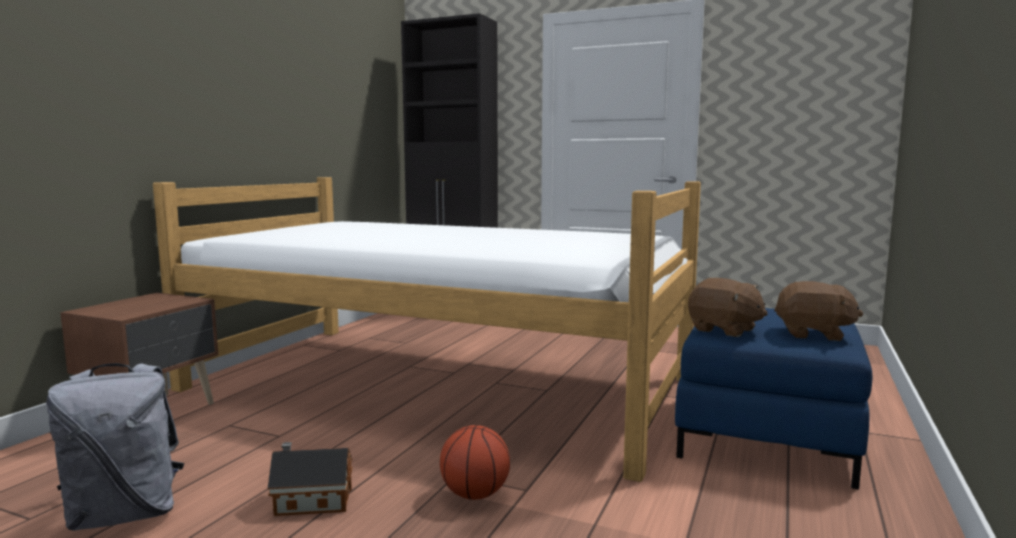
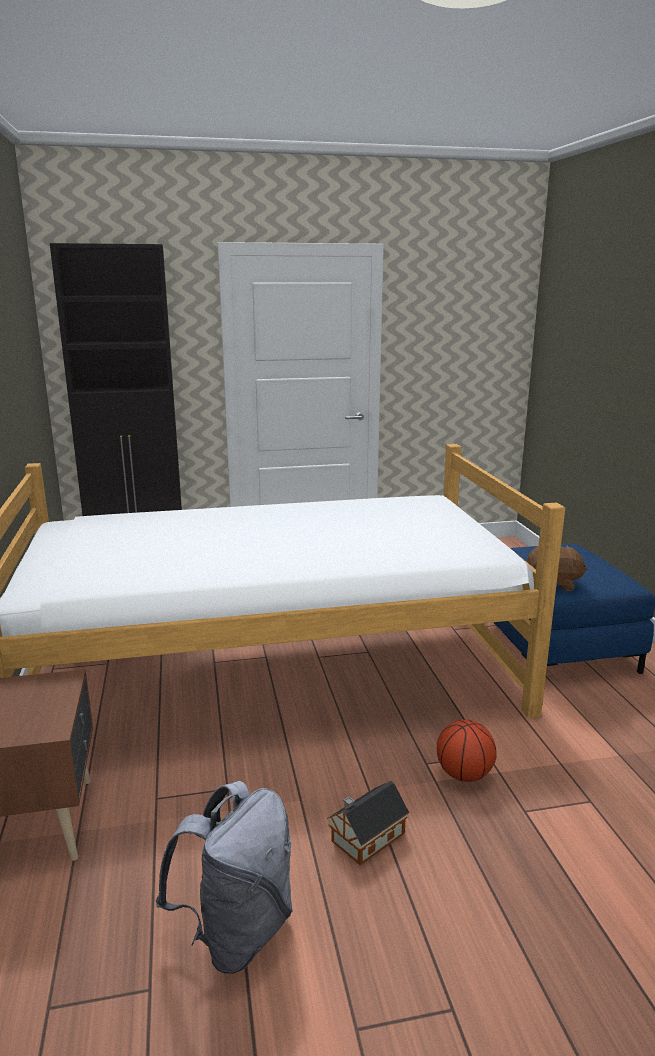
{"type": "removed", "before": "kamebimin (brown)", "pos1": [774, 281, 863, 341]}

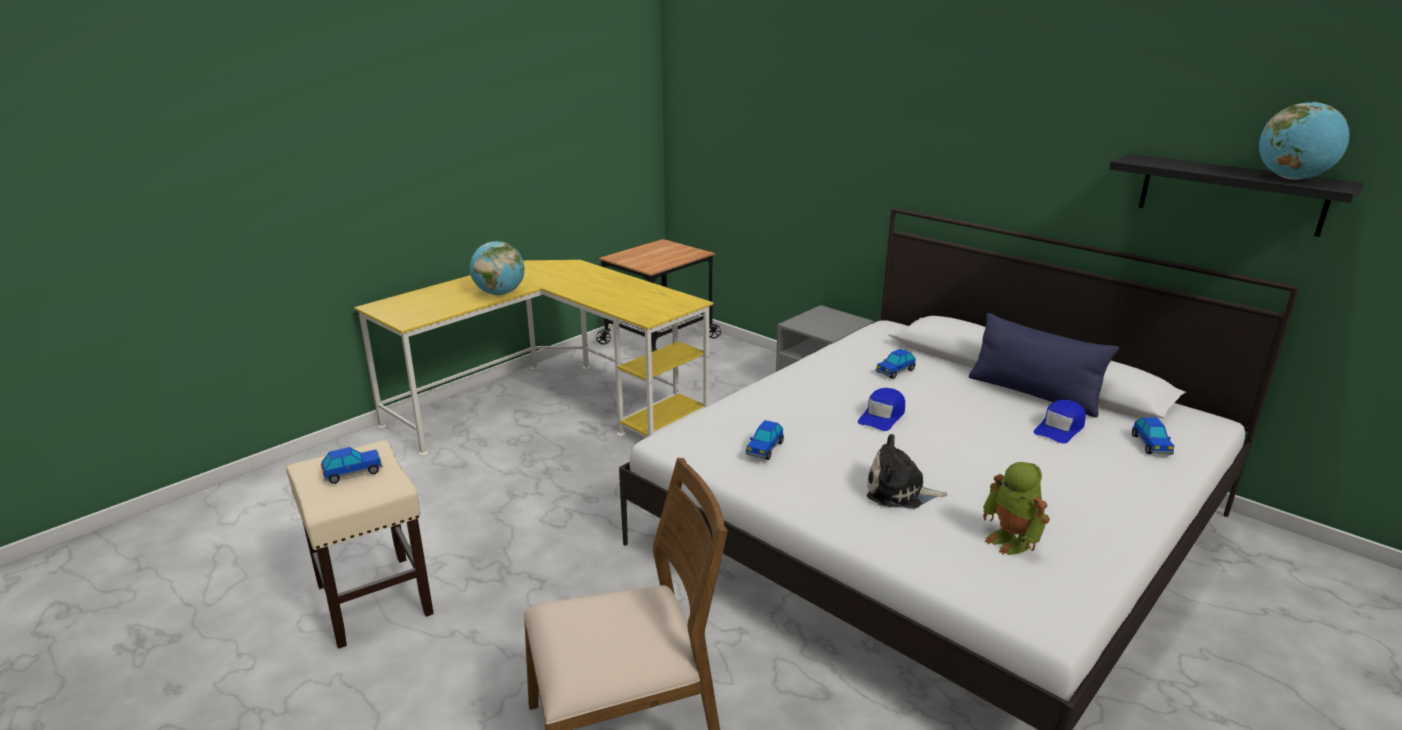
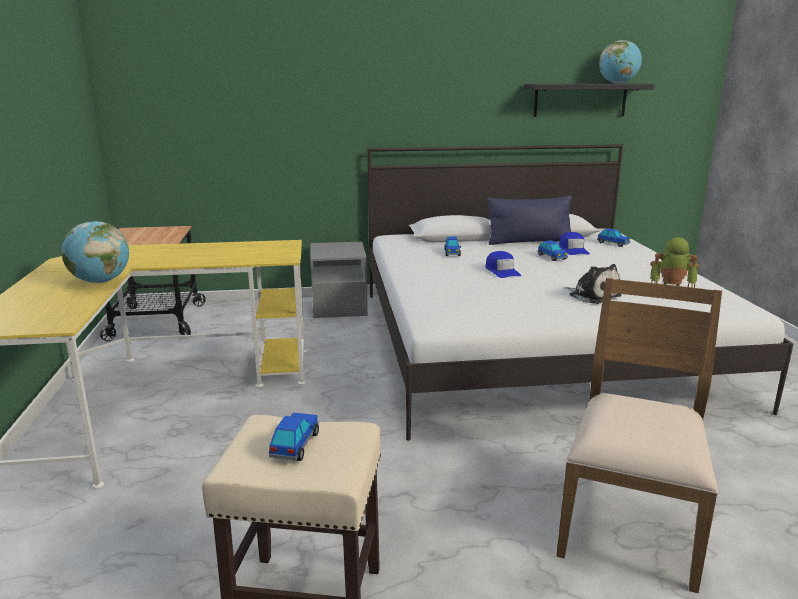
{"type": "moved", "before": "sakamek", "pos1": [746, 420, 784, 460], "pos2": [538, 240, 568, 261]}
{"type": "turned", "before": "kamebimin", "pos1": [867, 434, 948, 509], "pos2": [564, 264, 621, 304], "turn": -90}

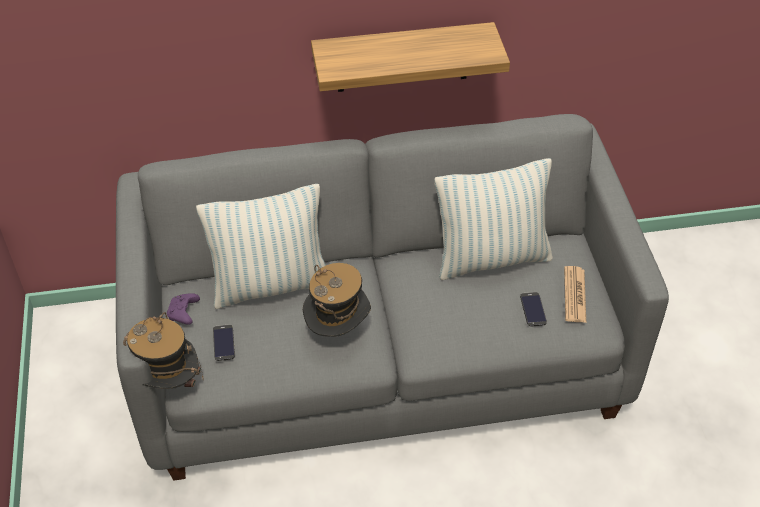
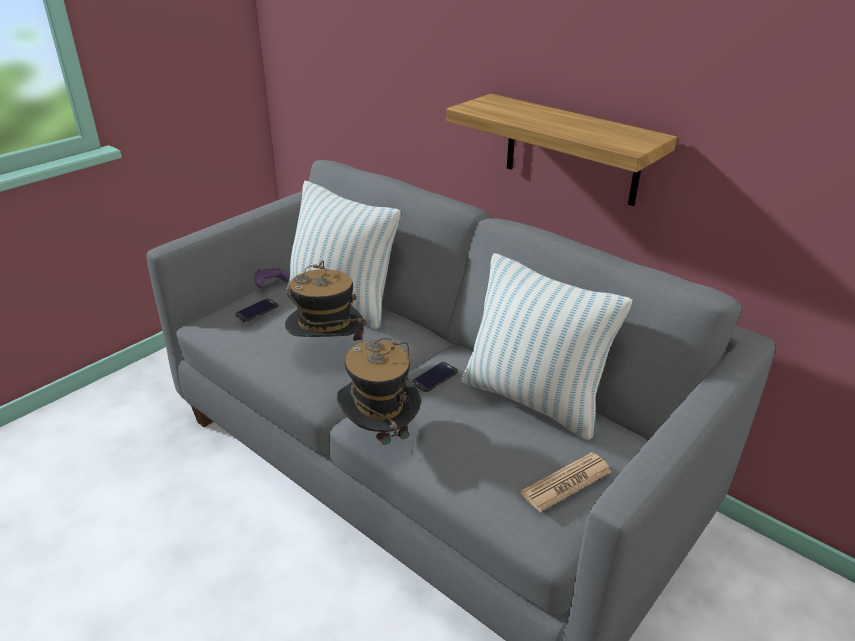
{"type": "moved", "before": "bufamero", "pos1": [123, 312, 204, 389], "pos2": [337, 338, 421, 456]}
{"type": "moved", "before": "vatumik", "pos1": [520, 292, 547, 326], "pos2": [412, 362, 458, 392]}

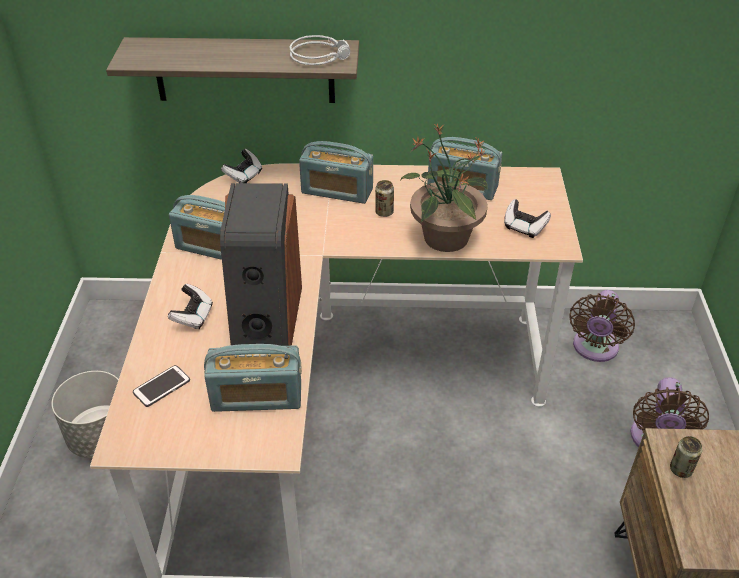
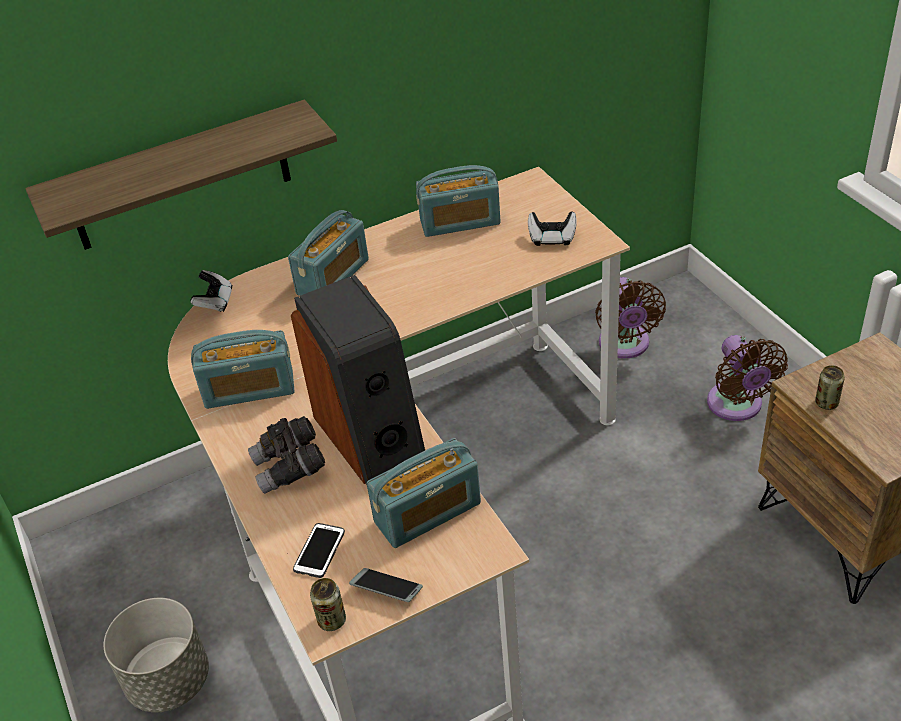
{"type": "removed", "before": "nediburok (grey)", "pos1": [289, 35, 350, 65]}
{"type": "removed", "before": "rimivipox", "pos1": [401, 123, 488, 252]}
{"type": "added", "after": "vatumik", "pos2": [349, 568, 423, 602]}
{"type": "moved", "before": "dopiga", "pos1": [375, 180, 394, 217], "pos2": [310, 578, 346, 631]}
{"type": "replaced", "before": "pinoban", "after": "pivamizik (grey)", "pos1": [168, 284, 213, 329], "pos2": [248, 416, 325, 494]}
{"type": "turned", "before": "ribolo", "pos1": [299, 141, 373, 204], "pos2": [288, 210, 369, 296], "turn": -45}

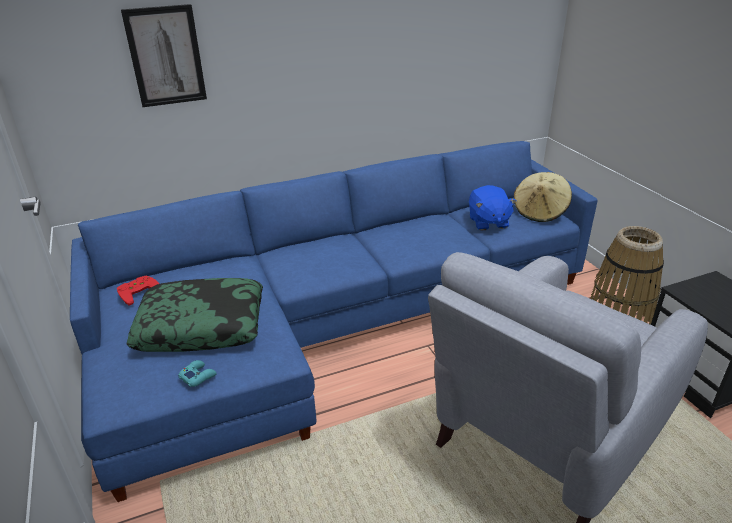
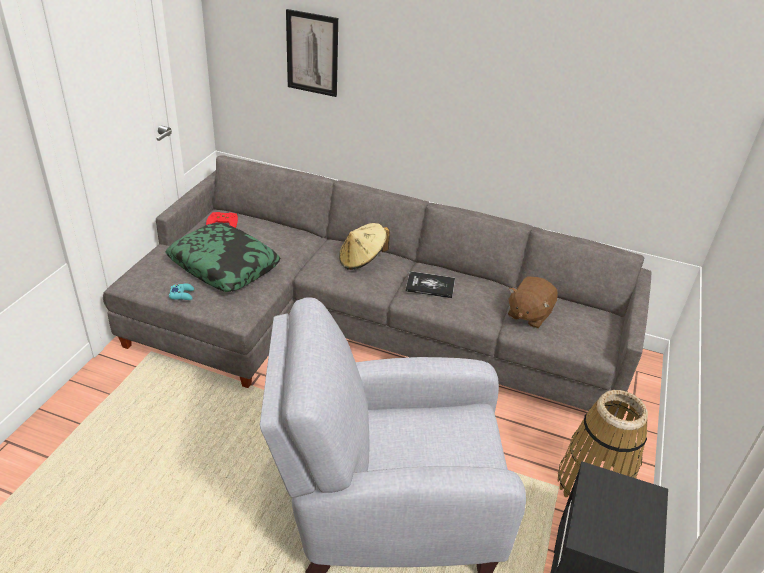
{"type": "added", "after": "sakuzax", "pos2": [406, 271, 455, 298]}
{"type": "moved", "before": "bufamero (beige)", "pos1": [514, 172, 572, 222], "pos2": [339, 223, 390, 270]}
{"type": "recoloured", "before": "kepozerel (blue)", "after": "kepozerel (grey)", "pos1": [70, 141, 598, 502], "pos2": [103, 155, 651, 417]}
{"type": "recoloured", "before": "kamebimin (blue)", "after": "kamebimin (brown)", "pos1": [469, 185, 516, 230], "pos2": [508, 276, 558, 328]}

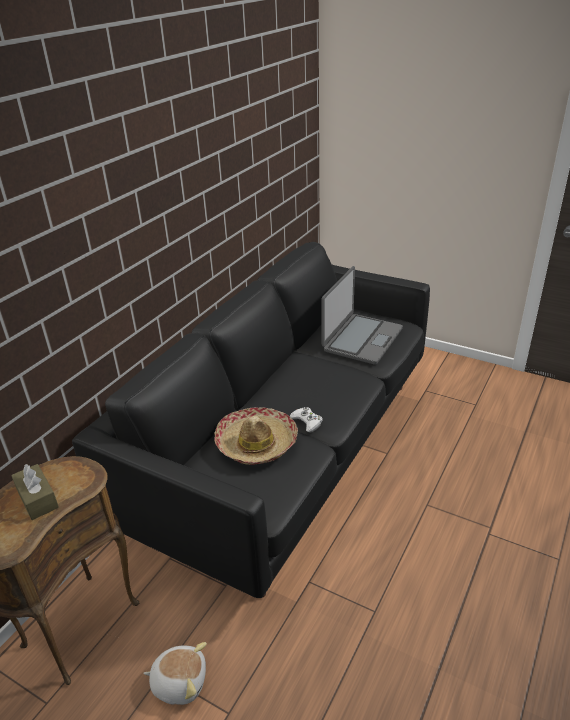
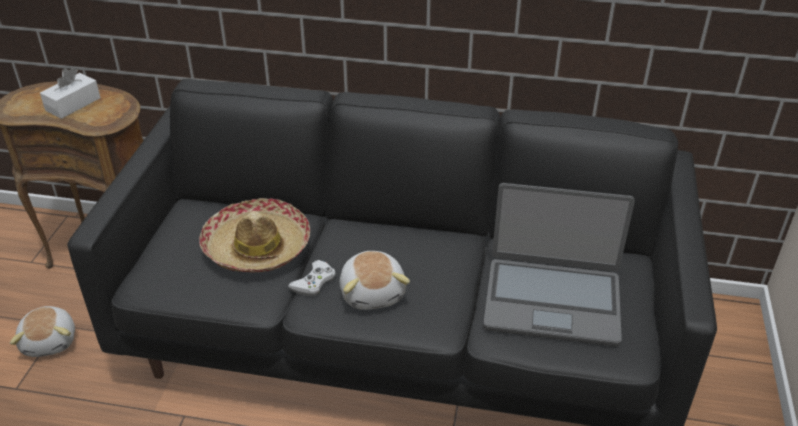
{"type": "added", "after": "kamebimin", "pos2": [340, 251, 410, 310]}
{"type": "recoloured", "before": "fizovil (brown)", "after": "fizovil (white)", "pos1": [11, 464, 59, 520], "pos2": [40, 68, 101, 119]}

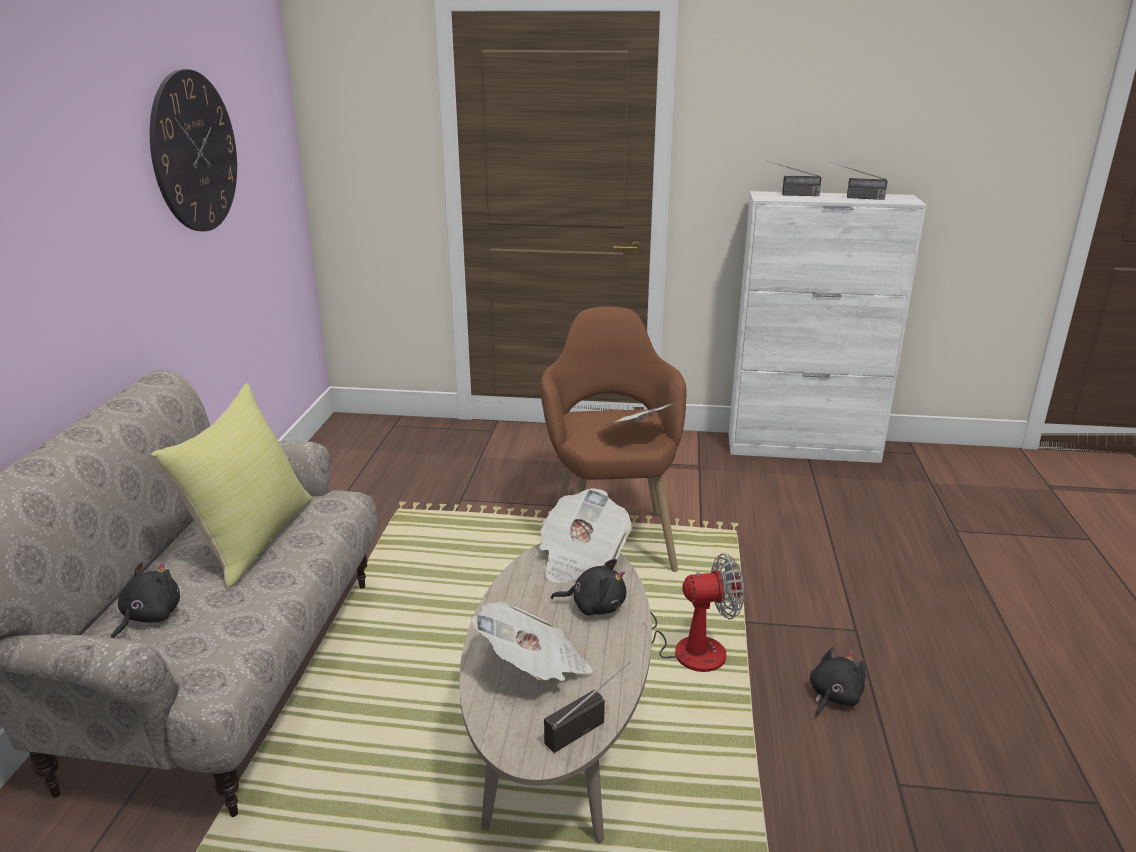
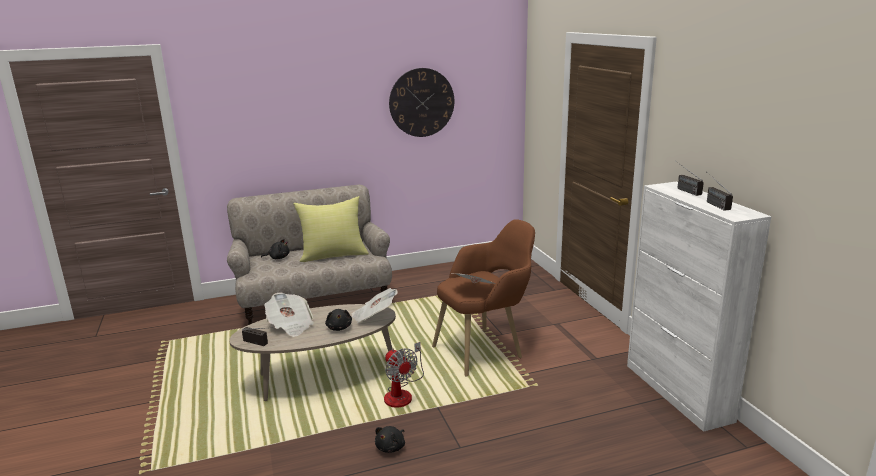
{"type": "turned", "before": "kamebimin (black)", "pos1": [810, 647, 865, 717], "pos2": [375, 426, 405, 453], "turn": 105}

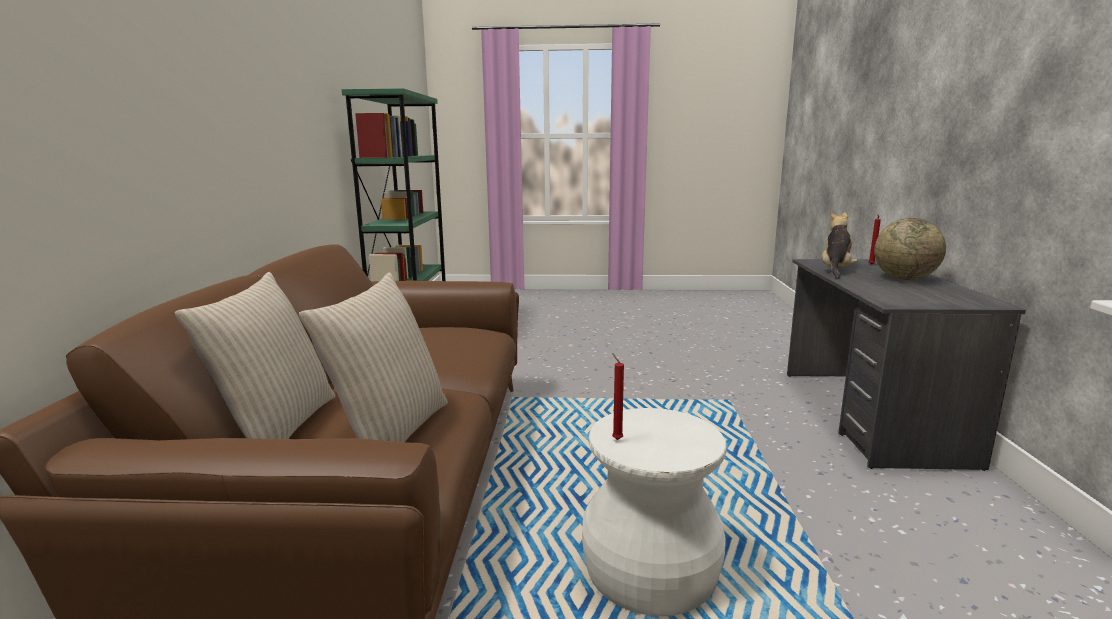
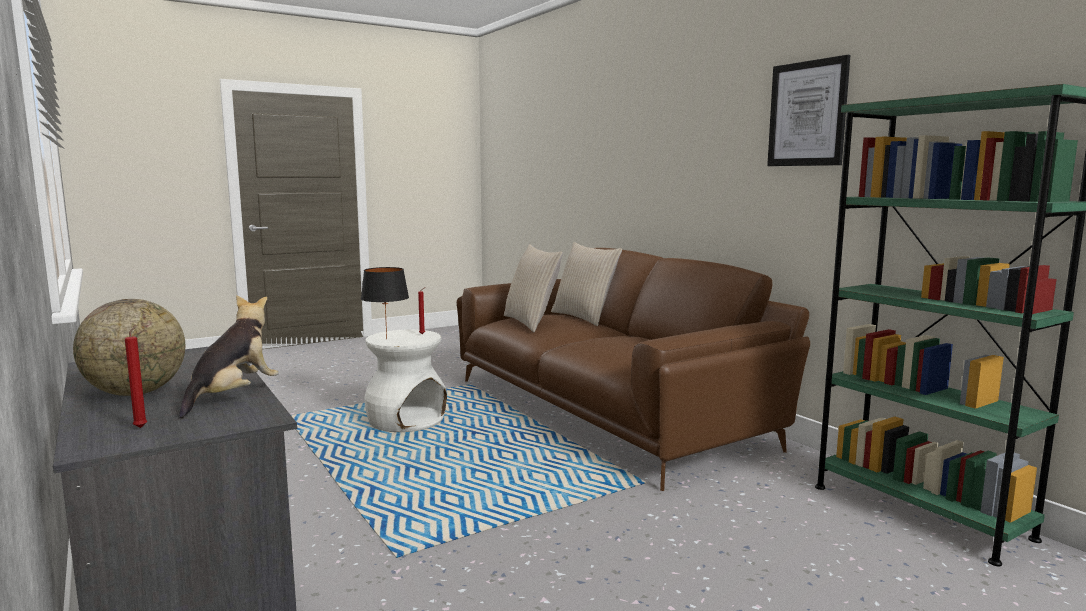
{"type": "added", "after": "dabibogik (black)", "pos2": [361, 267, 409, 340]}
{"type": "added", "after": "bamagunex", "pos2": [767, 55, 850, 166]}
{"type": "turned", "before": "kamebimin", "pos1": [822, 212, 858, 279], "pos2": [179, 295, 279, 418], "turn": -150}

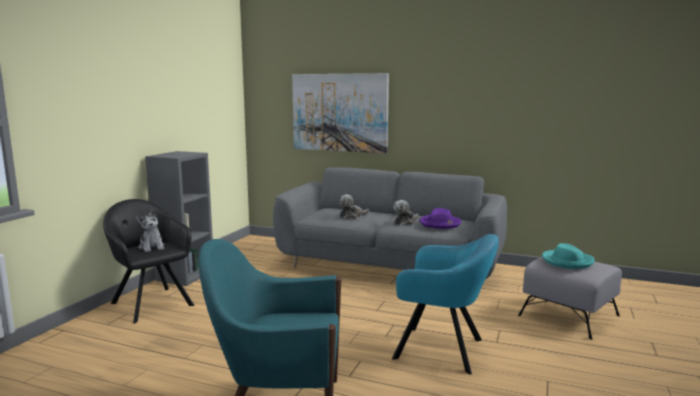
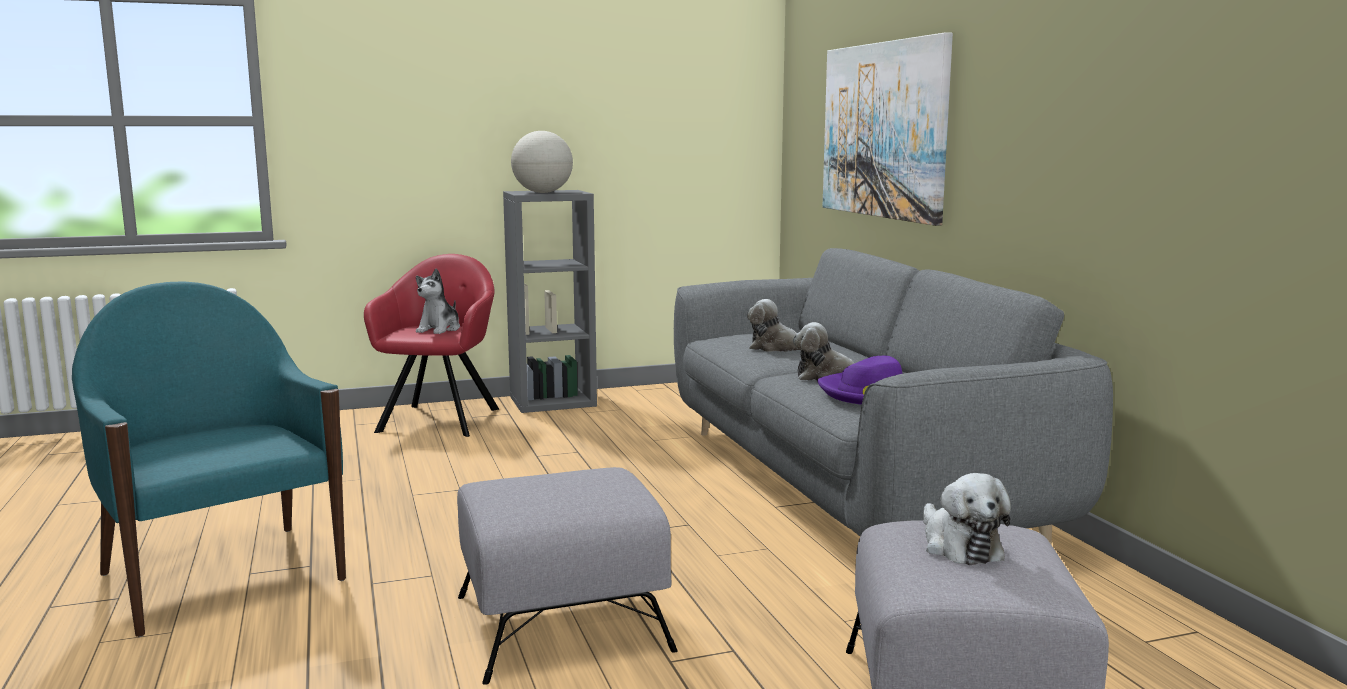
{"type": "added", "after": "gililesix", "pos2": [511, 131, 573, 193]}
{"type": "replaced", "before": "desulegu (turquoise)", "after": "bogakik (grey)", "pos1": [392, 234, 499, 374], "pos2": [457, 467, 678, 685]}
{"type": "replaced", "before": "bufamero (turquoise)", "after": "kamebimin", "pos1": [542, 243, 595, 269], "pos2": [923, 473, 1011, 565]}
{"type": "recoloured", "before": "desulegu (black)", "after": "desulegu (red)", "pos1": [103, 199, 194, 323], "pos2": [364, 254, 499, 437]}

